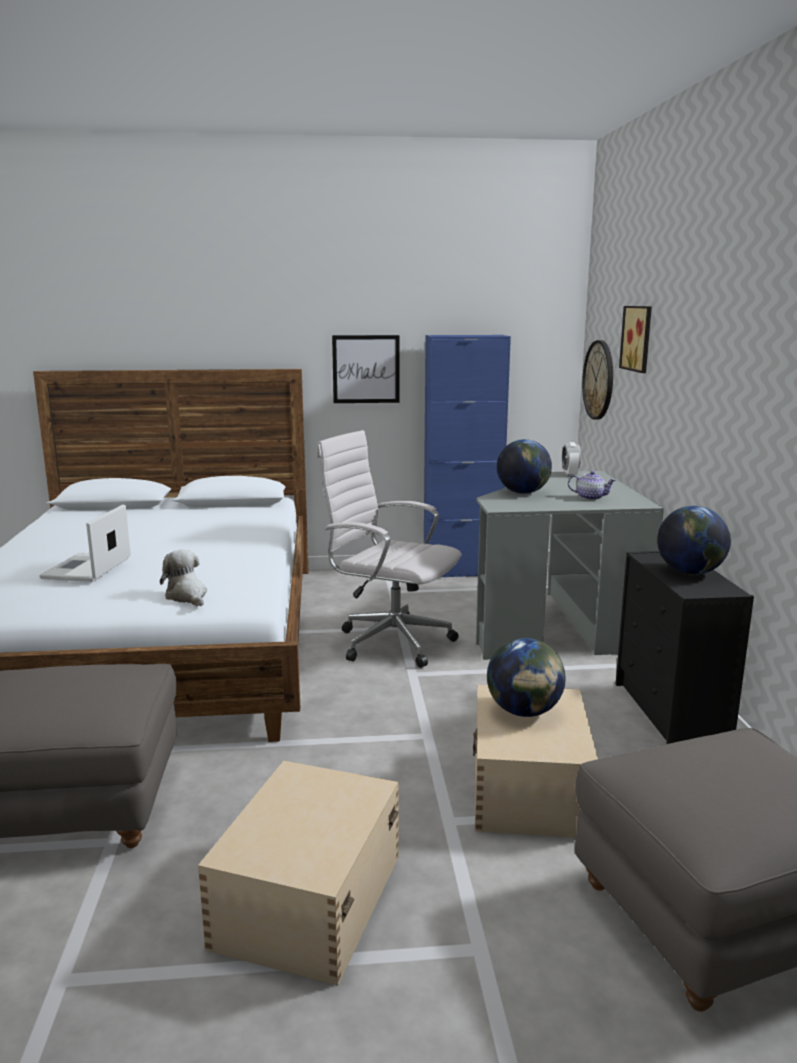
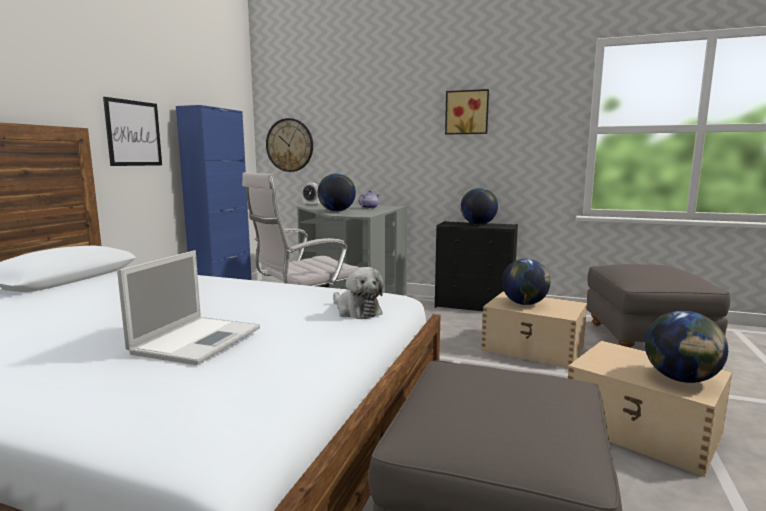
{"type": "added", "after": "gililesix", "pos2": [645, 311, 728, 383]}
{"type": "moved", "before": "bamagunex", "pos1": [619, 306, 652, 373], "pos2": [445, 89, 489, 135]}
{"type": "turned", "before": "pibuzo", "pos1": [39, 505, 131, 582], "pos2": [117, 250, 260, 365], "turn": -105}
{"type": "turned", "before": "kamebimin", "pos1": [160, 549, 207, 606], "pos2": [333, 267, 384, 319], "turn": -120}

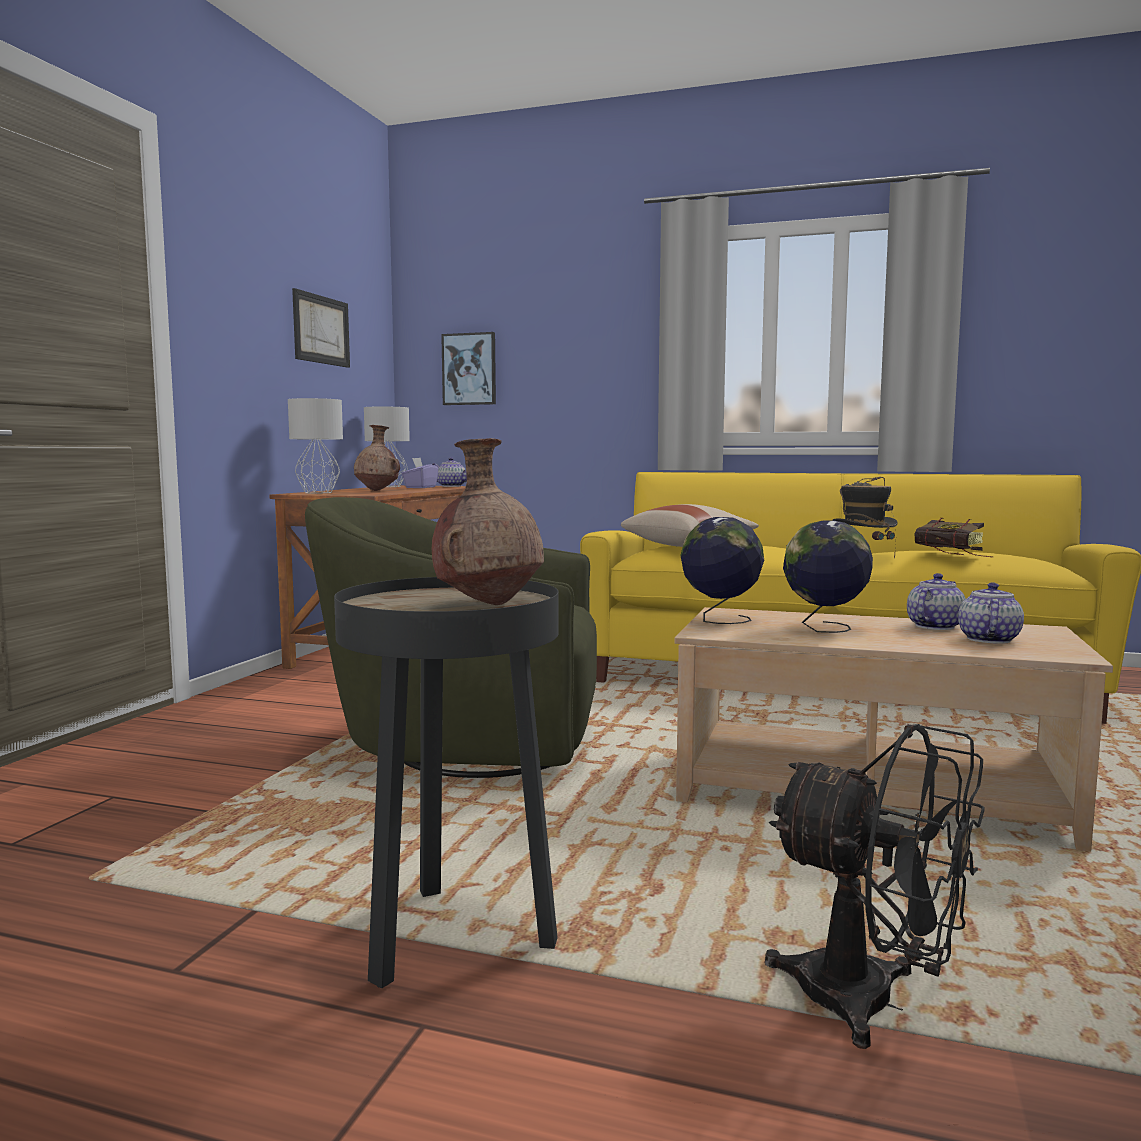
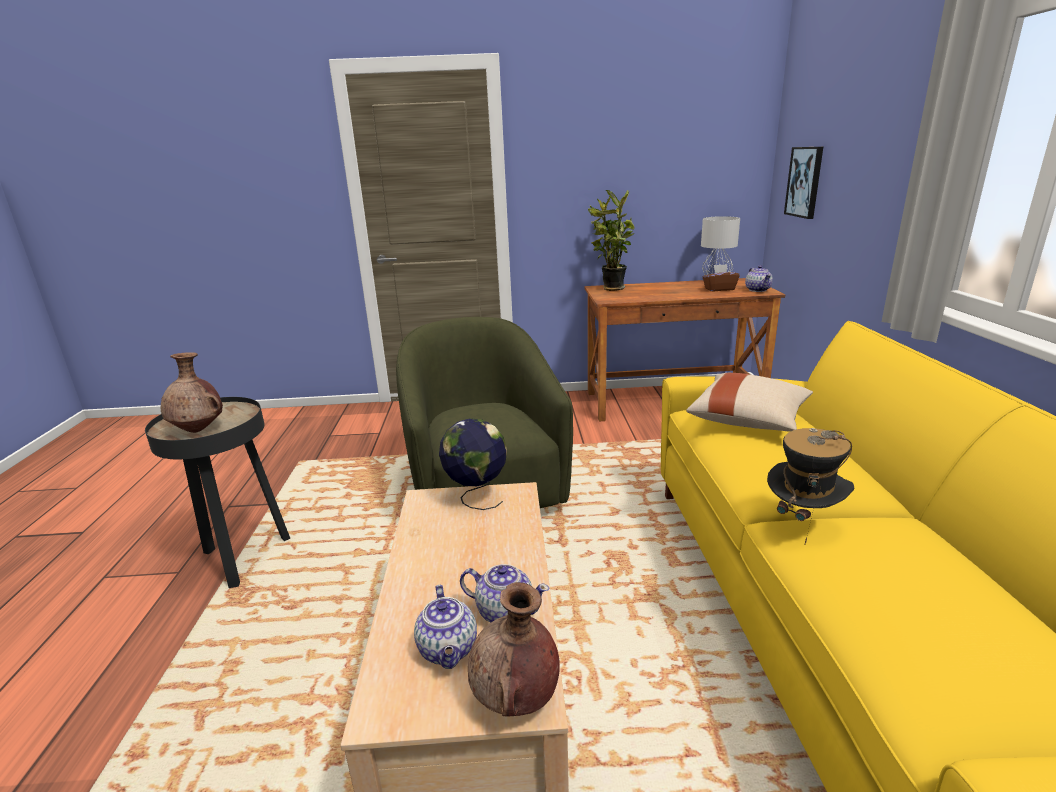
{"type": "removed", "before": "bamagunex", "pos1": [292, 288, 350, 368]}
{"type": "removed", "before": "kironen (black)", "pos1": [765, 724, 985, 1049]}
{"type": "removed", "before": "gililesix", "pos1": [783, 520, 873, 633]}
{"type": "removed", "before": "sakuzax", "pos1": [915, 518, 993, 558]}
{"type": "moved", "before": "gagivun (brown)", "pos1": [354, 425, 400, 491], "pos2": [468, 582, 560, 716]}
{"type": "replaced", "before": "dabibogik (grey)", "after": "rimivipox", "pos1": [288, 398, 343, 494], "pos2": [588, 190, 635, 291]}
{"type": "recoloured", "before": "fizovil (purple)", "after": "fizovil (brown)", "pos1": [401, 458, 439, 488], "pos2": [703, 264, 740, 291]}
{"type": "turned", "before": "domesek", "pos1": [958, 582, 1024, 644], "pos2": [414, 585, 477, 669], "turn": 75}

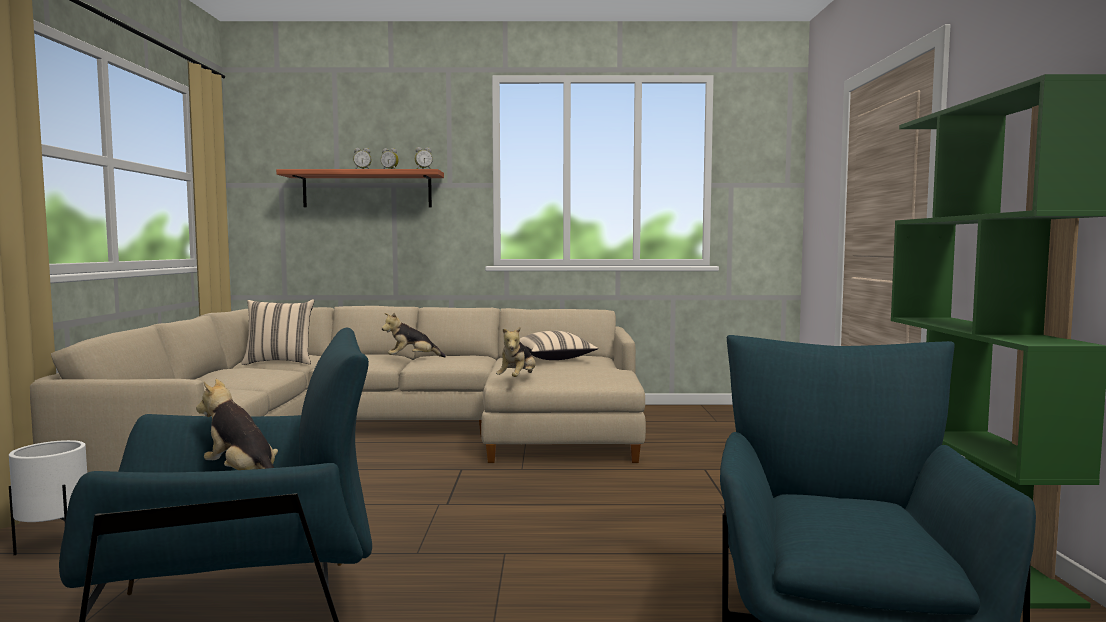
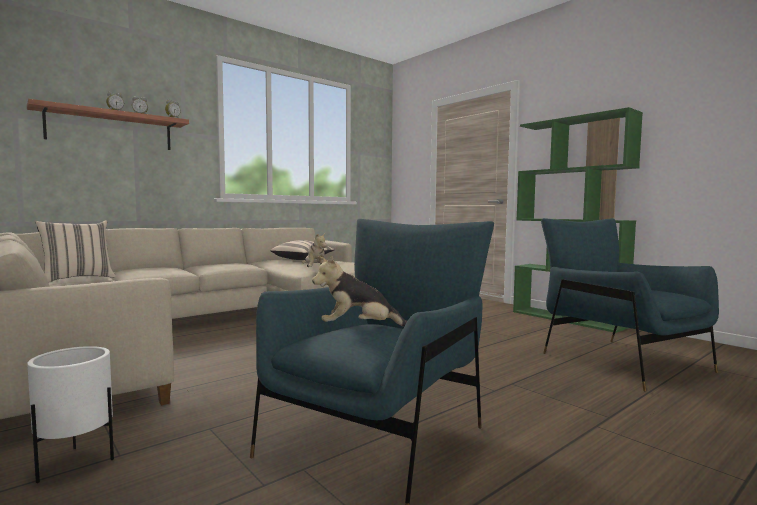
{"type": "removed", "before": "kamebimin", "pos1": [382, 312, 446, 357]}

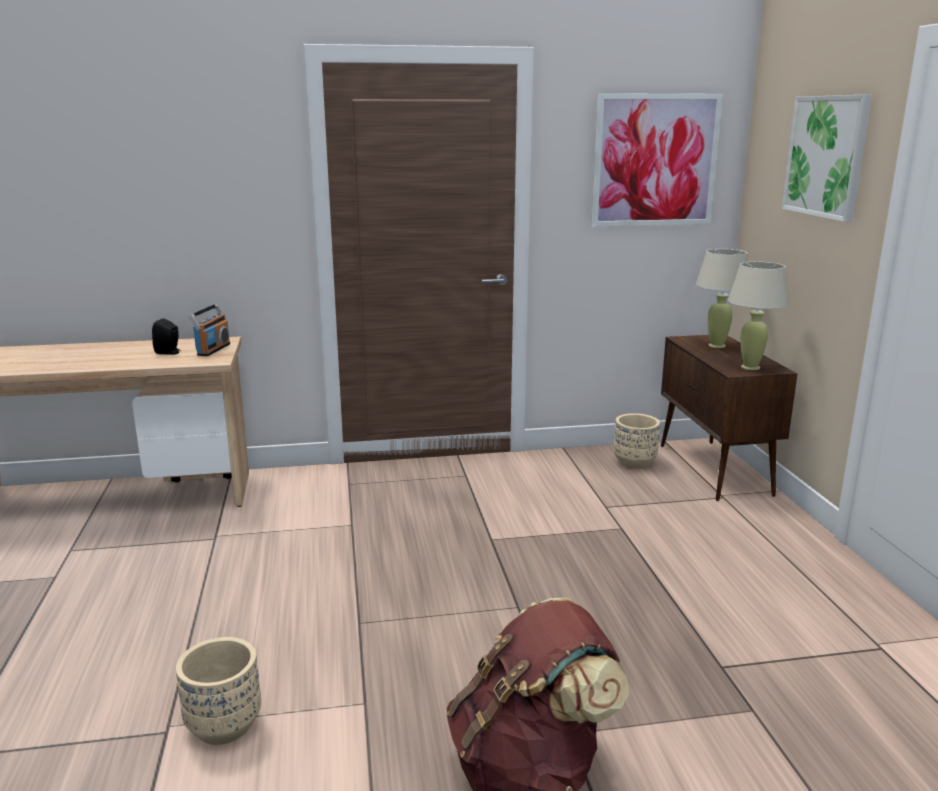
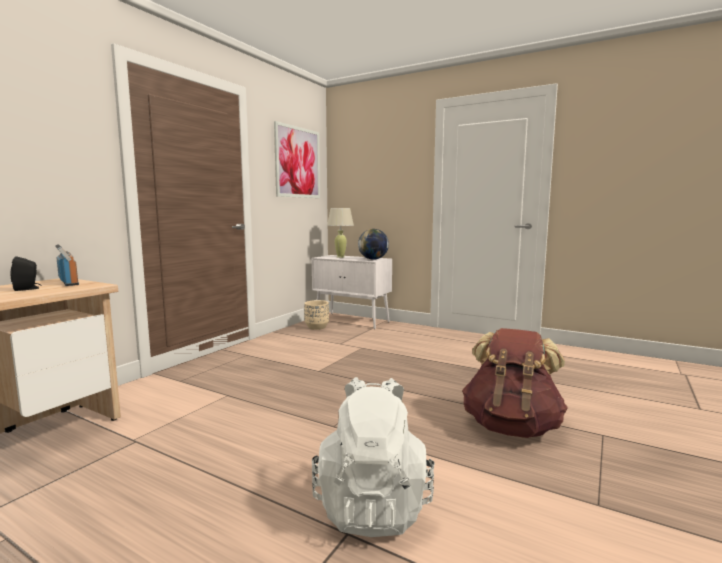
{"type": "removed", "before": "bamagunex", "pos1": [782, 95, 872, 222]}
{"type": "replaced", "before": "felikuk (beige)", "after": "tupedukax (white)", "pos1": [176, 637, 261, 745], "pos2": [312, 377, 435, 537]}
{"type": "replaced", "before": "dabibogik (beige)", "after": "gililesix", "pos1": [728, 261, 789, 370], "pos2": [358, 229, 389, 260]}
{"type": "recoloured", "before": "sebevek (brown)", "after": "sebevek (white)", "pos1": [661, 335, 797, 501], "pos2": [312, 255, 392, 329]}

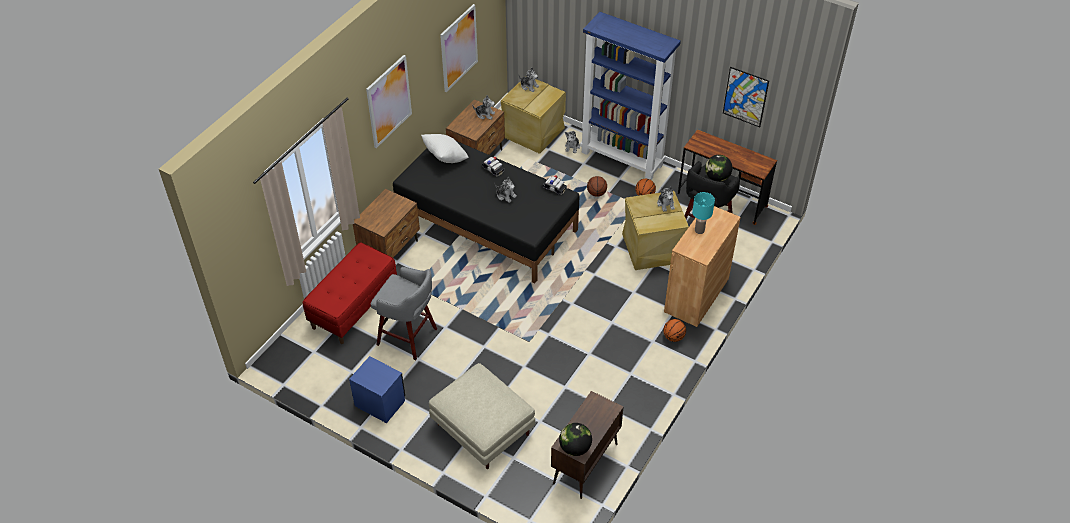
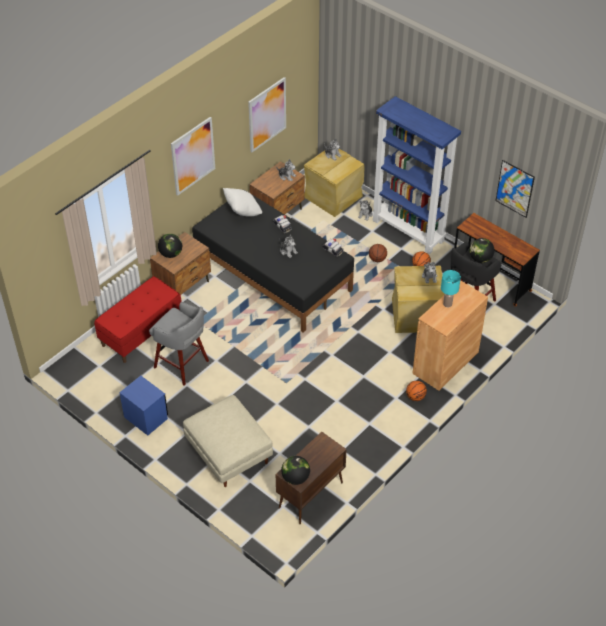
{"type": "added", "after": "gililesix", "pos2": [158, 234, 182, 258]}

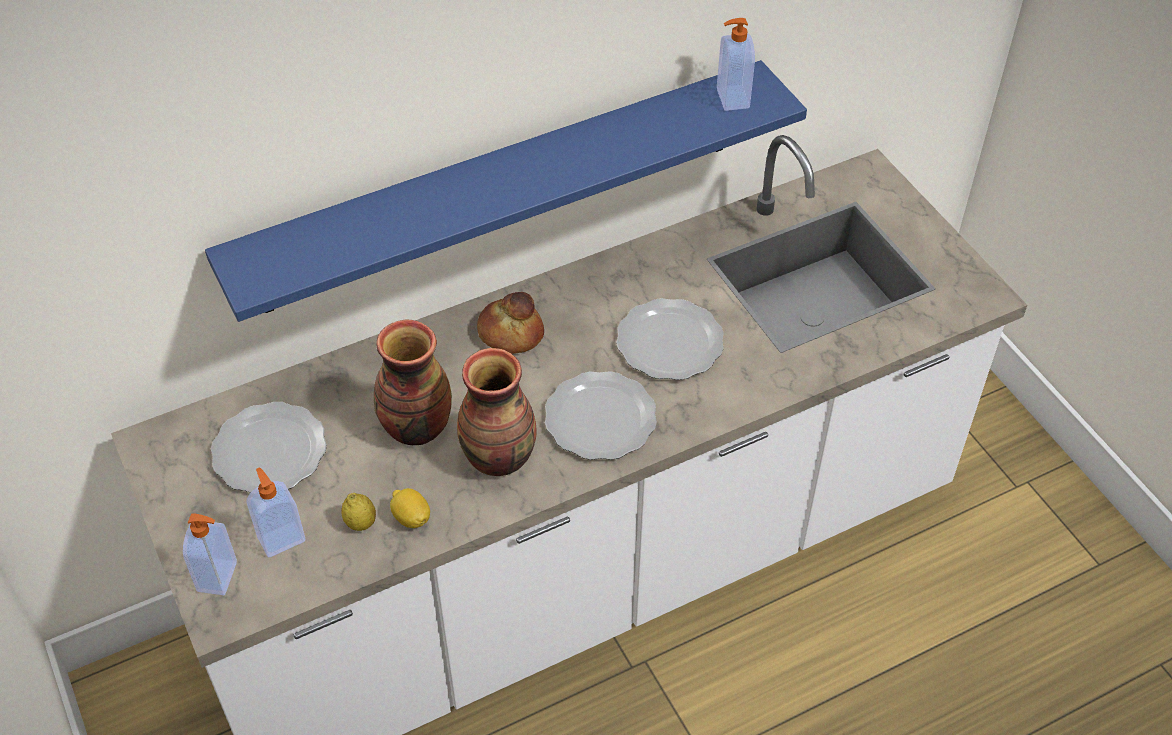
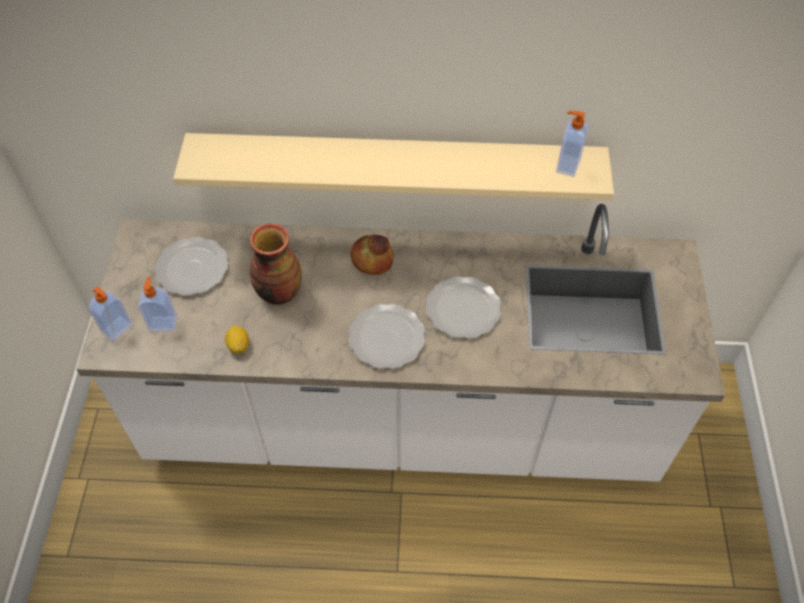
{"type": "removed", "before": "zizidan", "pos1": [341, 493, 376, 531]}
{"type": "removed", "before": "gagivun", "pos1": [457, 348, 537, 476]}
{"type": "recoloured", "before": "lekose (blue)", "after": "lekose (beige)", "pos1": [205, 60, 807, 322], "pos2": [173, 133, 614, 200]}

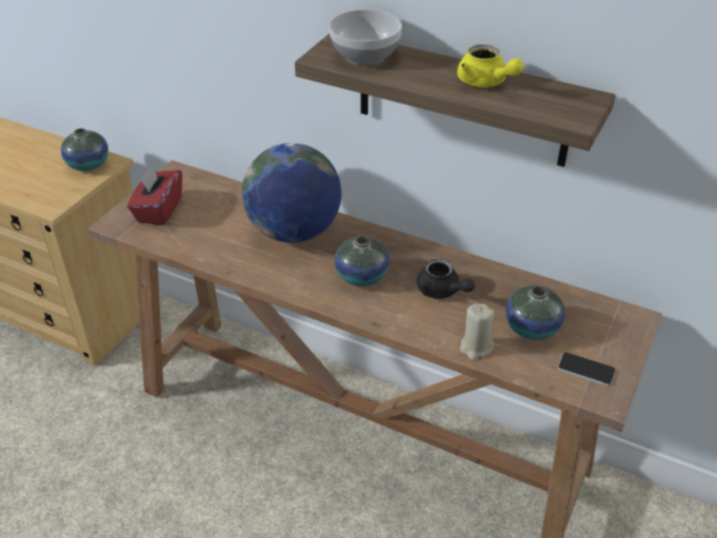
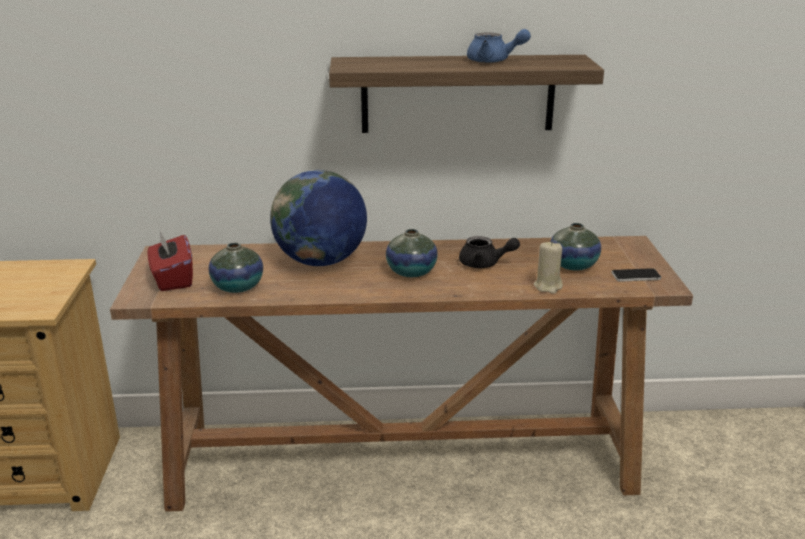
{"type": "removed", "before": "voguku", "pos1": [329, 9, 402, 65]}
{"type": "moved", "before": "gagivun", "pos1": [61, 128, 108, 171], "pos2": [209, 243, 263, 293]}
{"type": "recoloured", "before": "domesek (yellow)", "after": "domesek (blue)", "pos1": [457, 44, 524, 87], "pos2": [467, 29, 531, 63]}

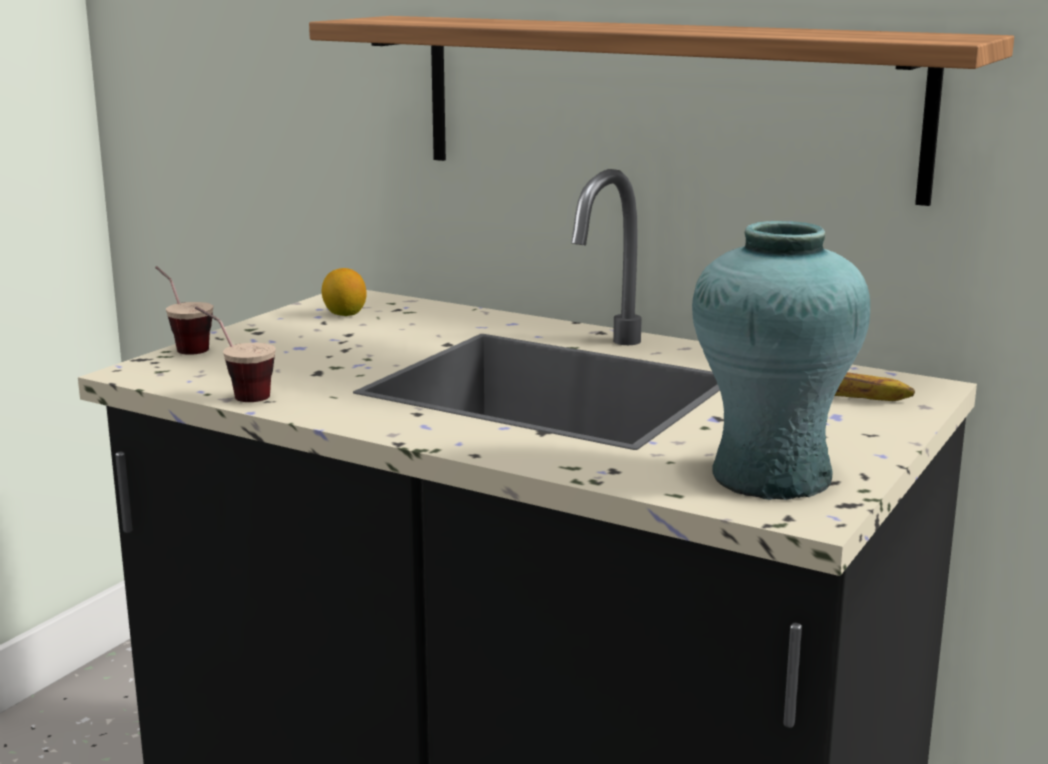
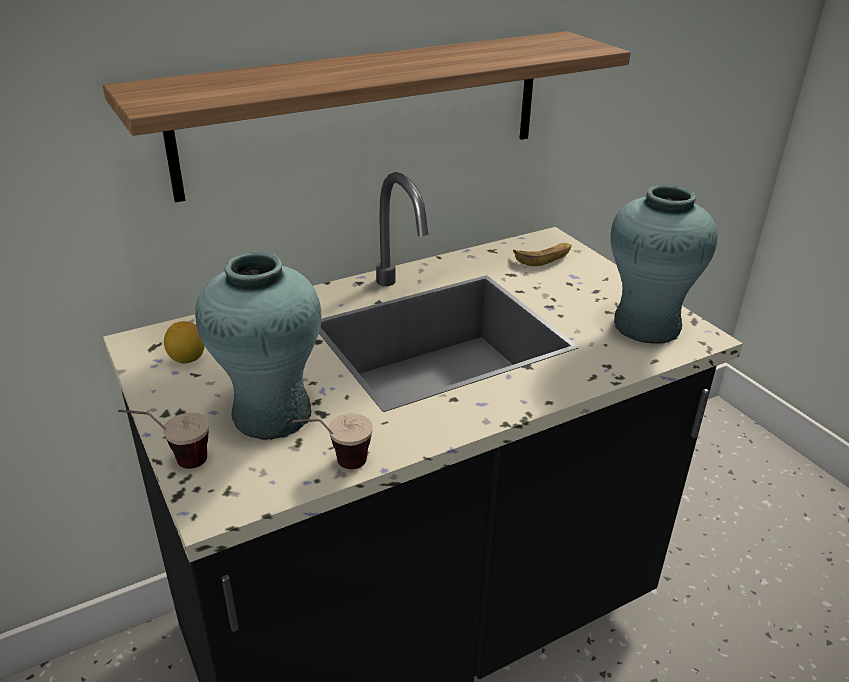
{"type": "added", "after": "gagivun (turquoise)", "pos2": [195, 252, 321, 440]}

